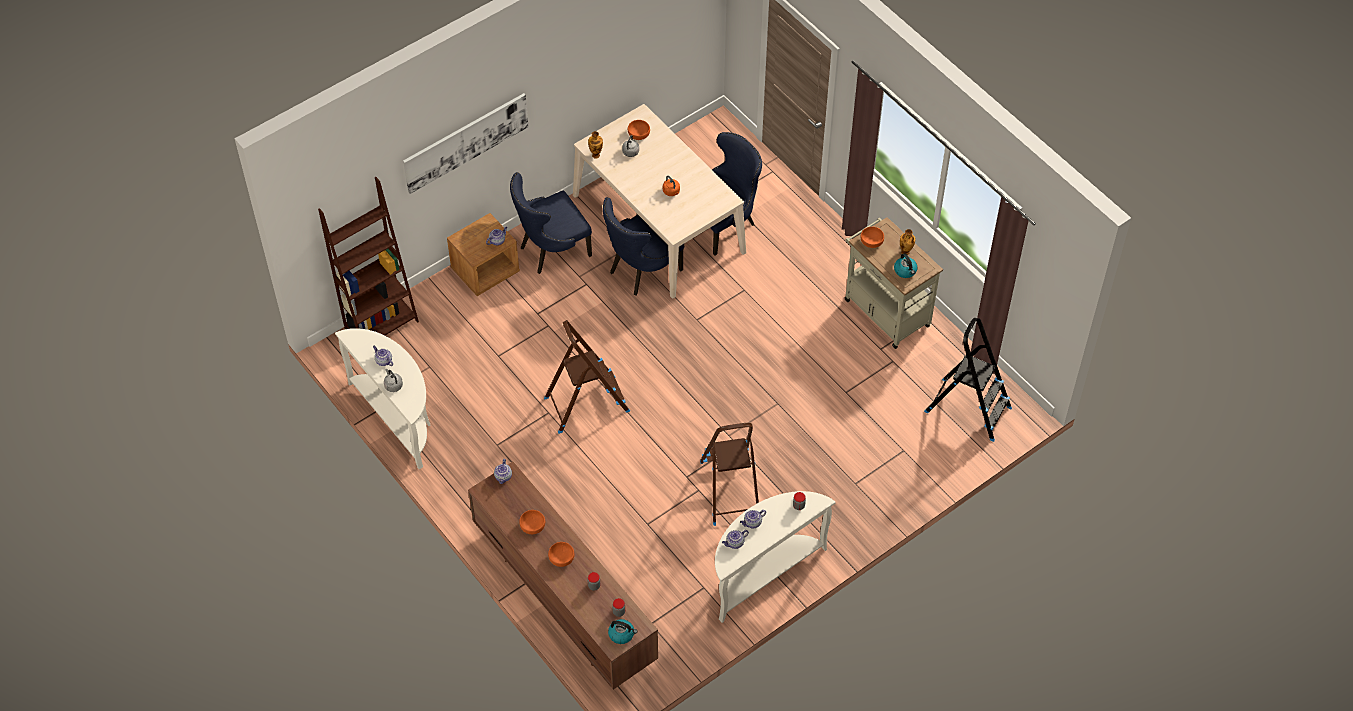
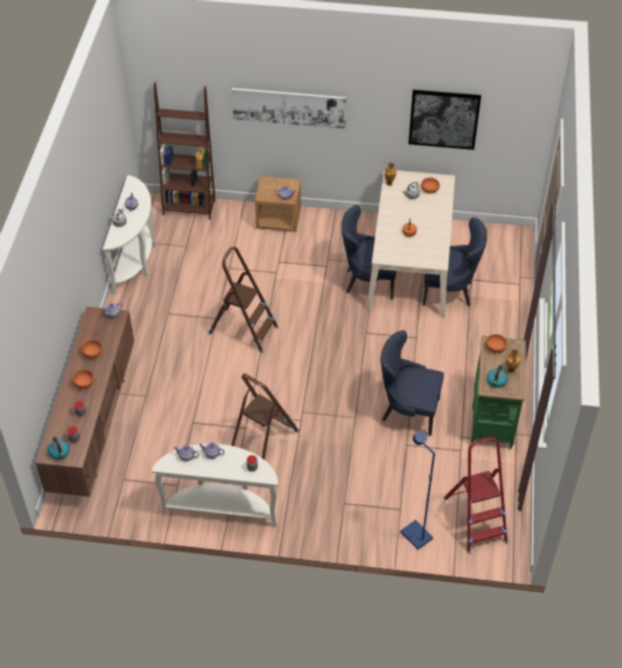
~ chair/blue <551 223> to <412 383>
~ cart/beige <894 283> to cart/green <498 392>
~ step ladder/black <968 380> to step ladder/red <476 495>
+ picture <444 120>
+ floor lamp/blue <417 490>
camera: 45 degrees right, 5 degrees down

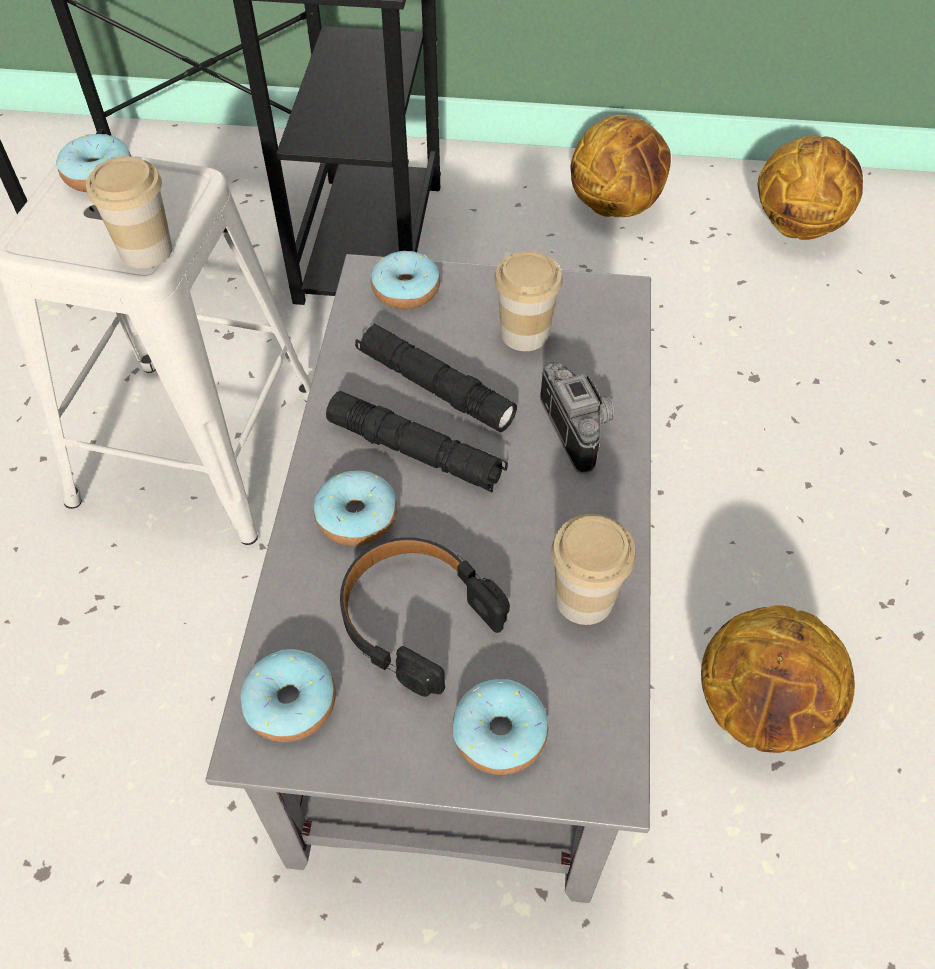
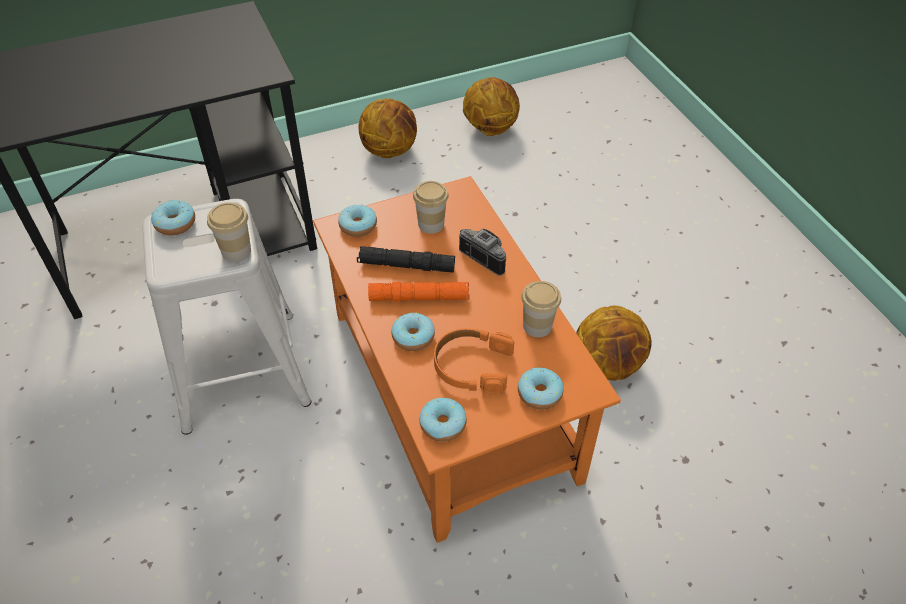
~ coffee table/grey <428 578> to coffee table/orange <467 359>
~ flashlight/black <417 442> to flashlight/orange <419 292>
~ headphones/black <425 617> to headphones/orange <474 361>
camera: 30 degrees left, 5 degrees down

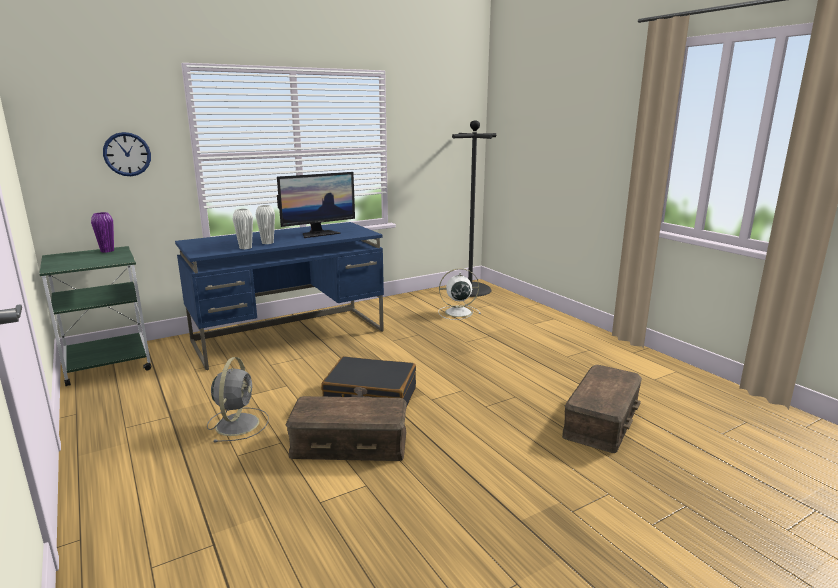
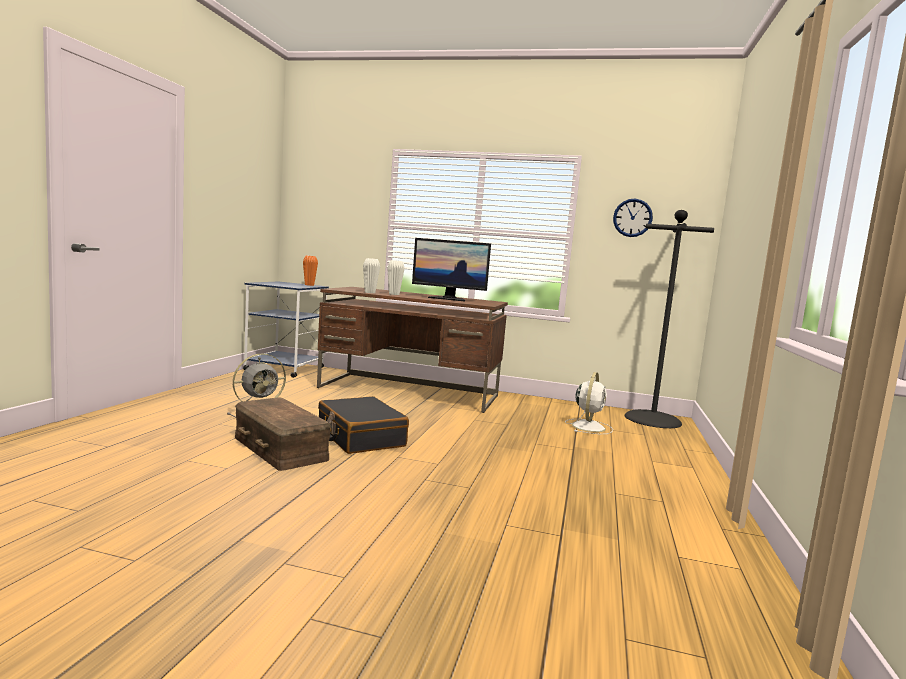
~ wall clock <127 154> to <633 218>
~ vase/purple <102 232> to vase/orange <310 271>
~ desk/blue <279 296> to desk/brown <412 350>
~ cart/green <95 316> to cart/blue <286 329>
~ fan/white <459 294> = <589 403> 75 degrees clockwise
- storage box/brown <602 409>
camera: 45 degrees right, 10 degrees down

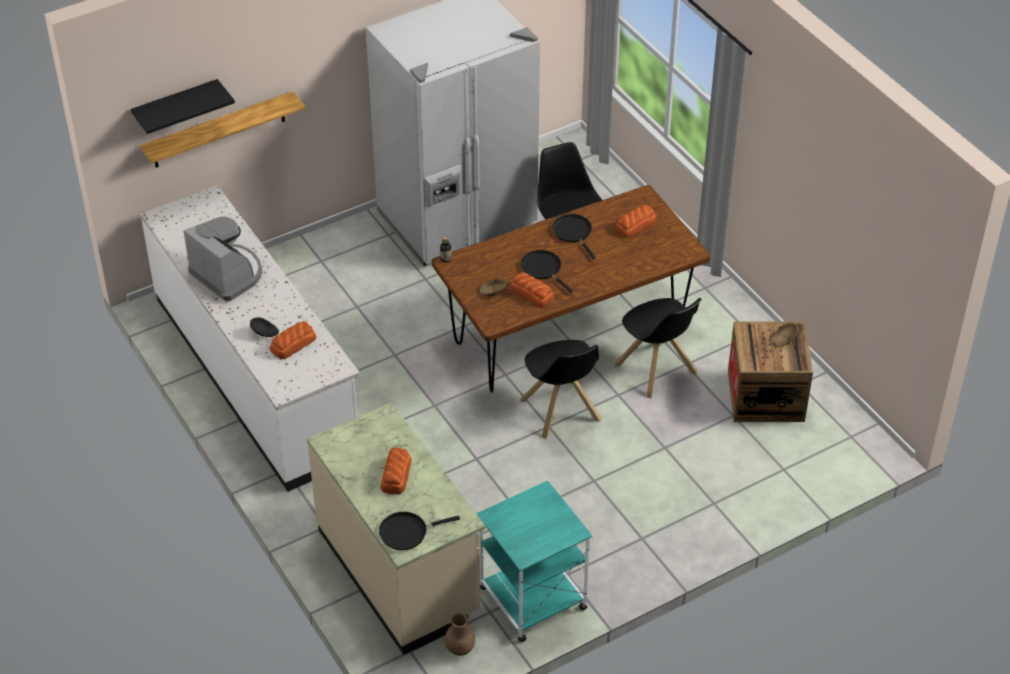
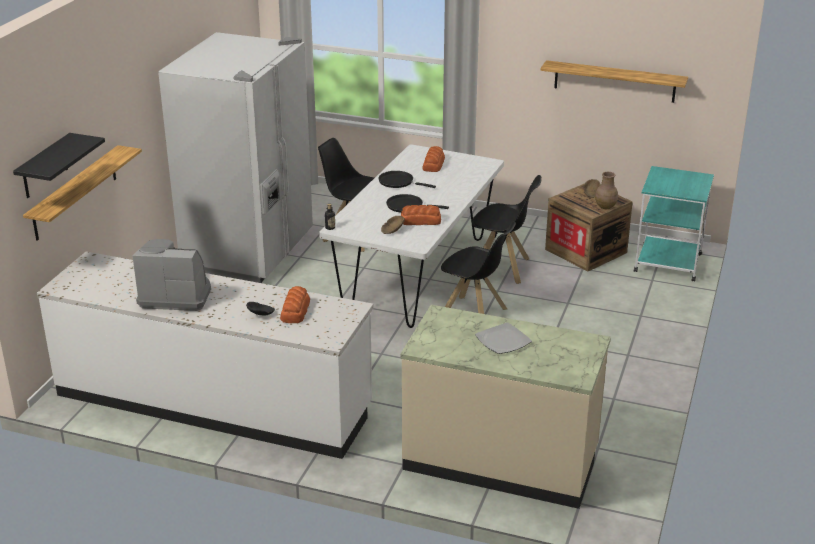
~ dining table/brown <571 289> to dining table/white <411 236>
~ bread <396 471> to plate <503 338>
~ cart/turquoise <534 561> to <674 224>
- frying pan/black <419 531>
~ vase/brown <460 634> to <606 190>
+ shelf <614 81>
camera: 40 degrees left, 15 degrees down

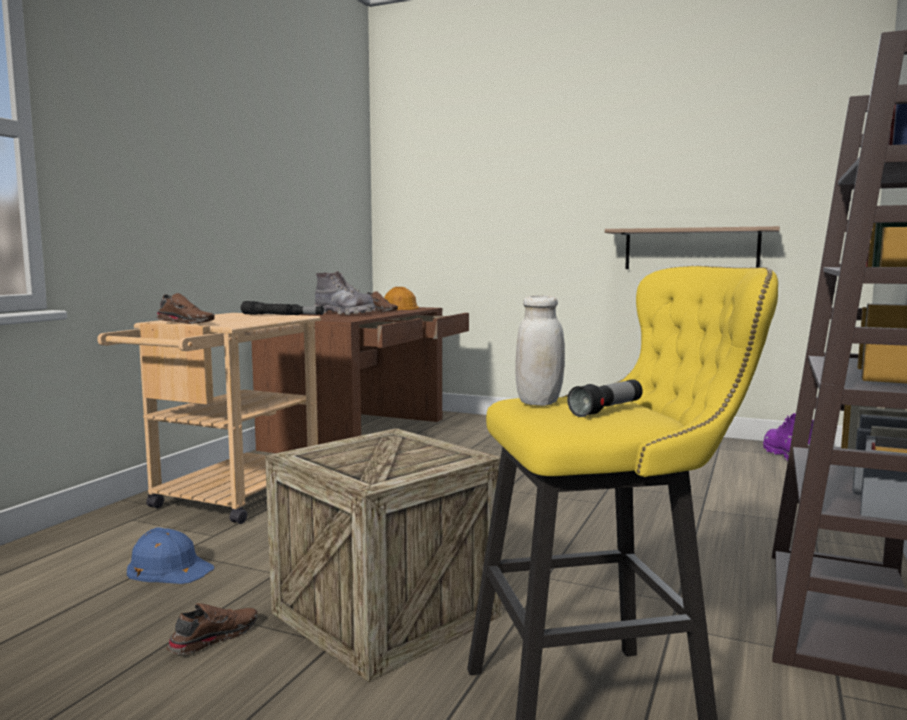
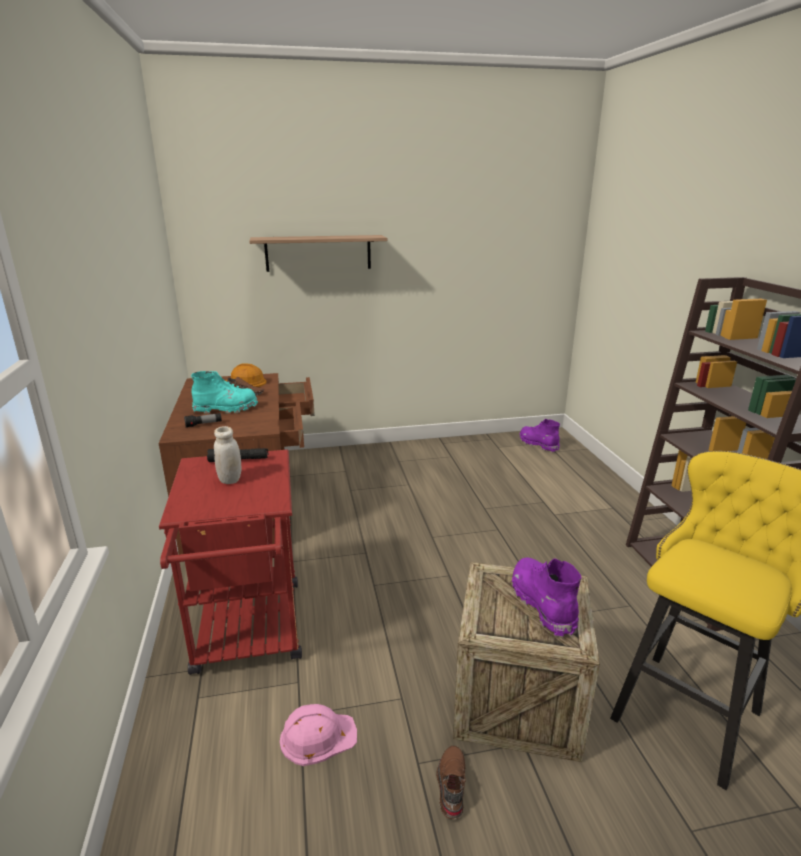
~ shelf <692 247> to <318 253>
~ boot/grey <344 293> to boot/turquoise <224 392>
- shoe/brown <186 308>
~ jar/white <540 350> to <228 455>
~ cart/beige <209 418> to cart/red <230 562>
- flashlight <605 398>
~ hard hat/blue <170 555> to hard hat/pink <318 735>
+ boot/purple <547 597>
camera: 35 degrees left, 15 degrees up

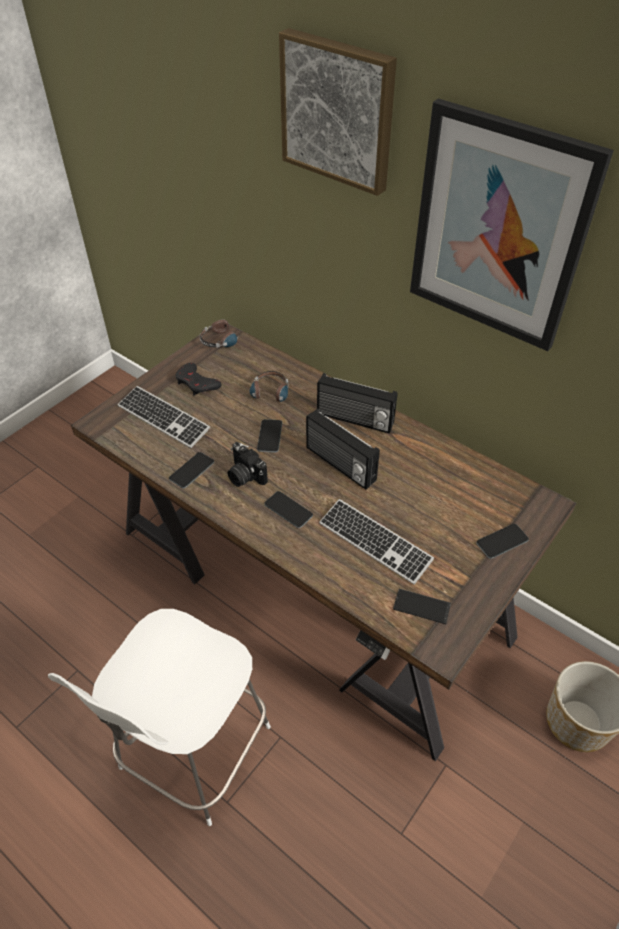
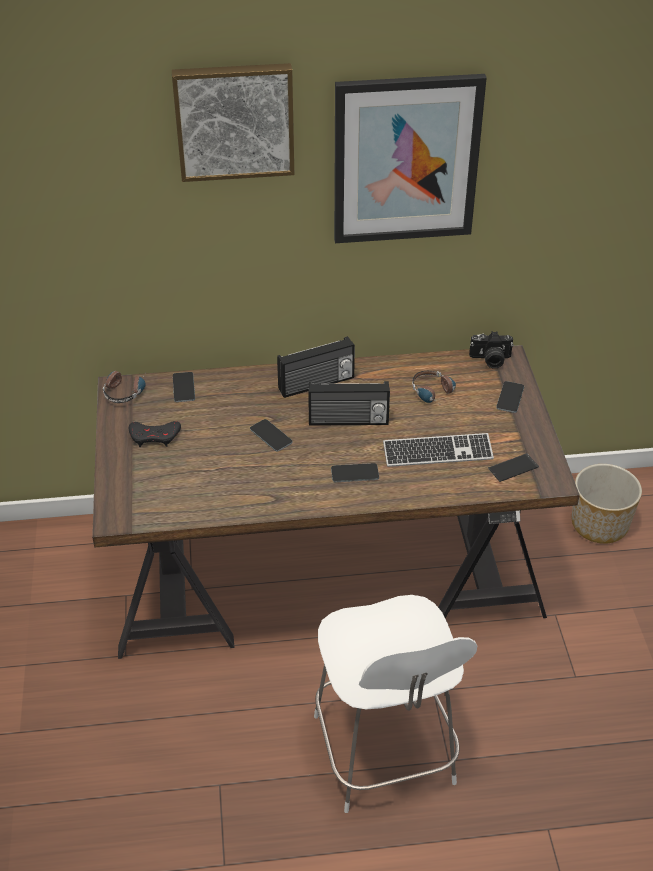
~ headphones <269 386> to <434 388>
- keyboard <164 417>
~ photo camera <248 464> to <491 350>
~ phone <191 470> to <184 387>
camera: 45 degrees left, 5 degrees down

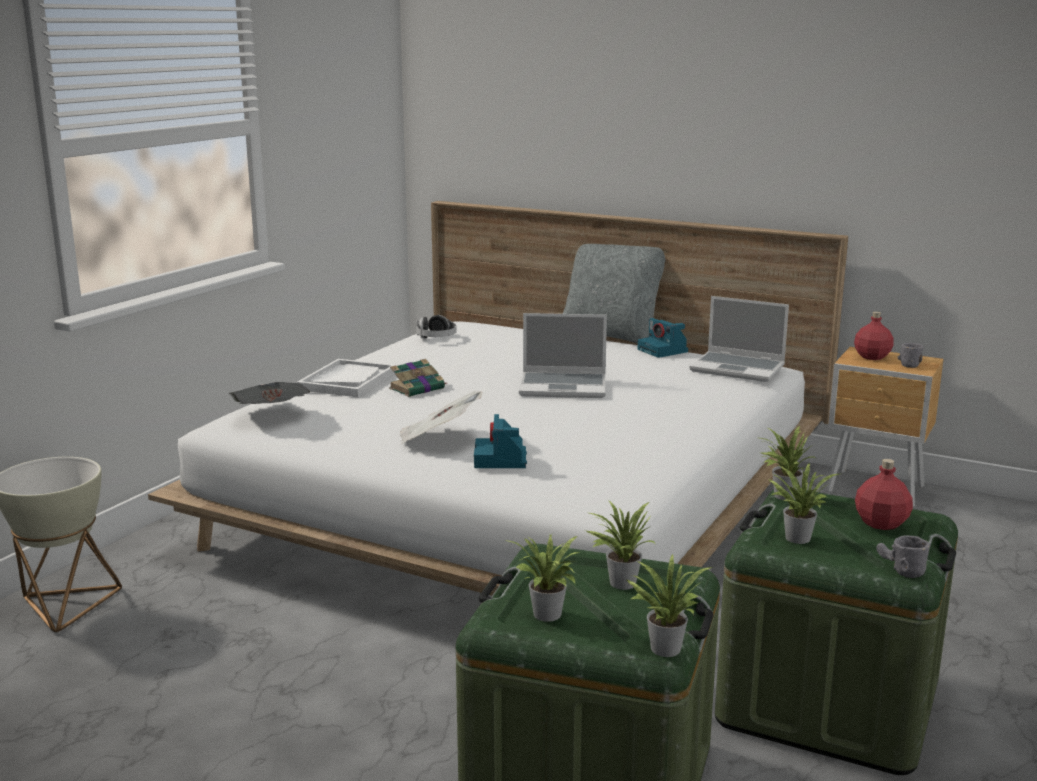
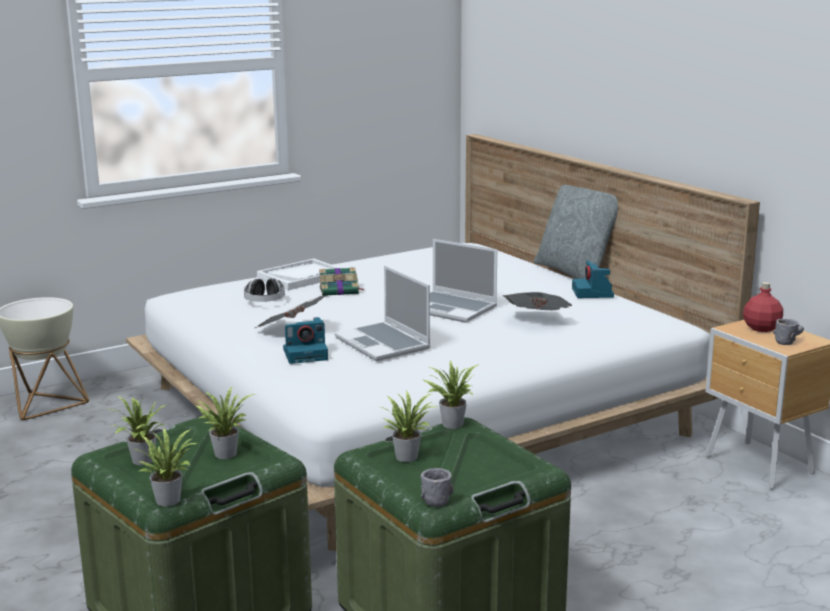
~ laptop <739 339> to <382 313>
~ headphones <436 326> to <264 290>
~ newspaper <269 393> to <537 301>
~ photo camera <500 441> = <305 340> 135 degrees counterclockwise
- bottle/red <884 494>
camera: 30 degrees right, 0 degrees up

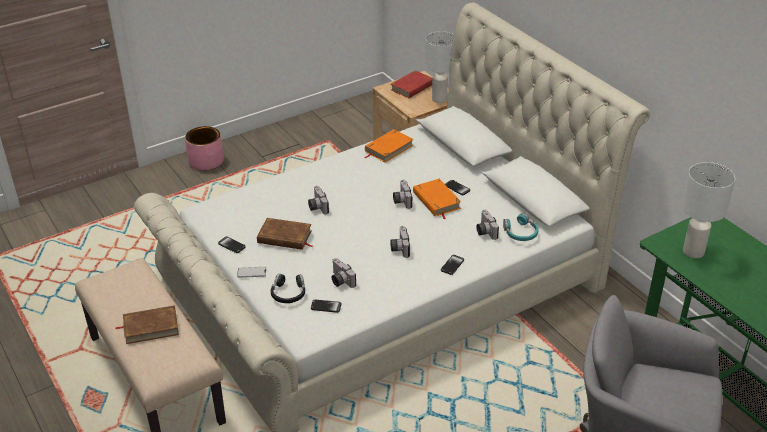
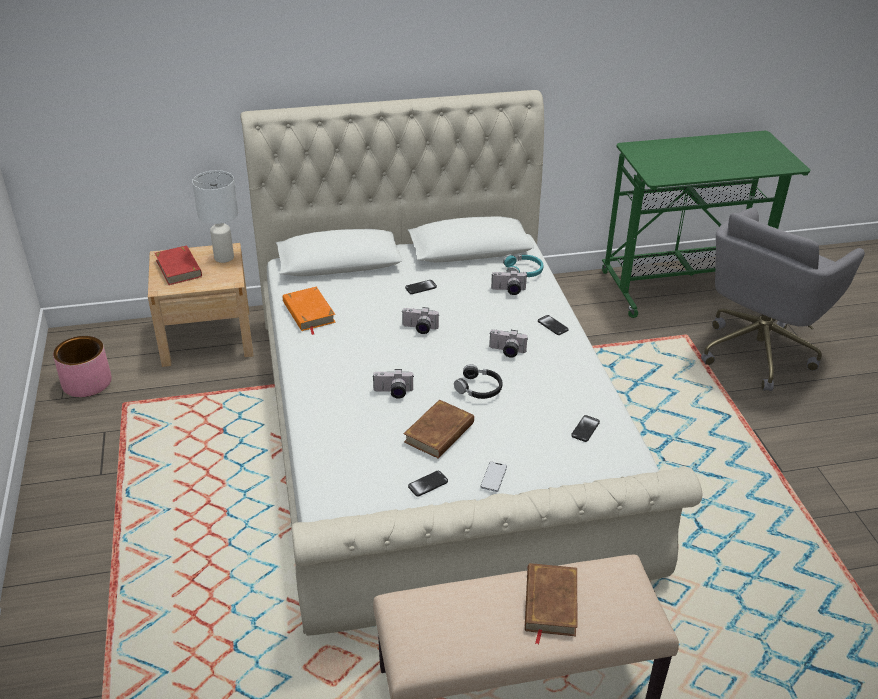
~ planter/pink <204 148> to <82 366>
- table lamp/white <708 210>
- book/orange <437 199>
- photo camera <344 273>
~ headphones/black <288 288> to <478 381>
camera: 70 degrees left, 0 degrees up

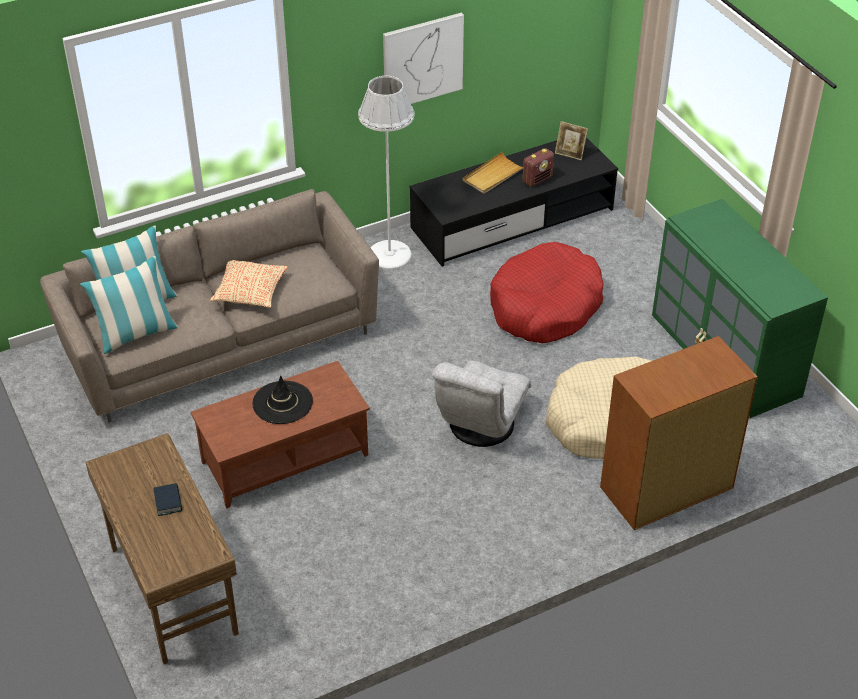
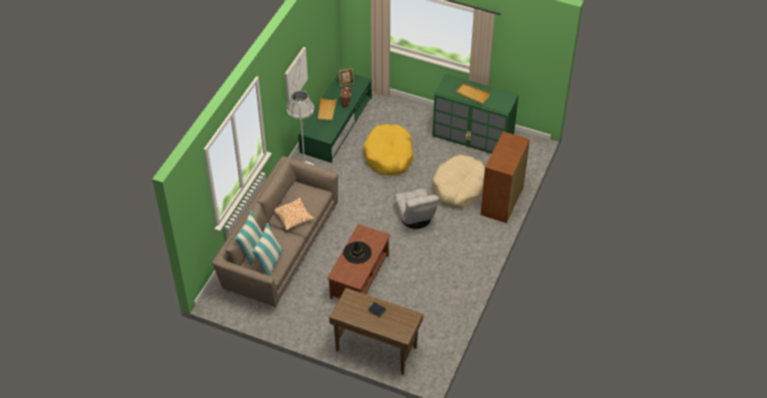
~ tv stand/black <514 202> to tv stand/green <335 118>
~ dog bed/red <547 292> to dog bed/yellow <388 149>
+ tray/beige <473 93>
camera: 40 degrees left, 5 degrees up

